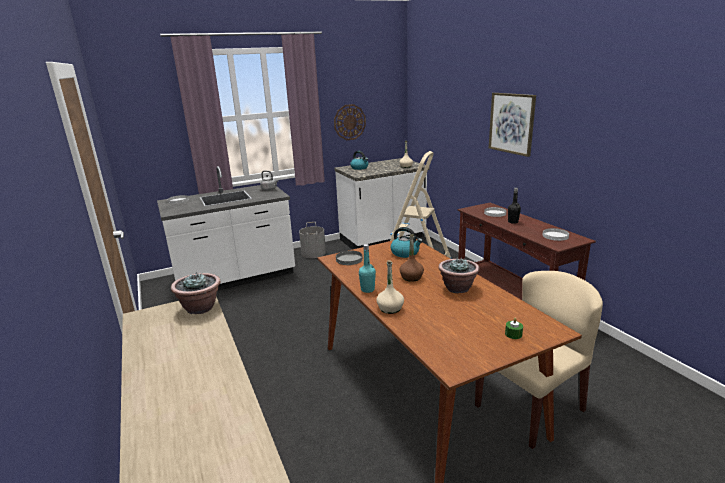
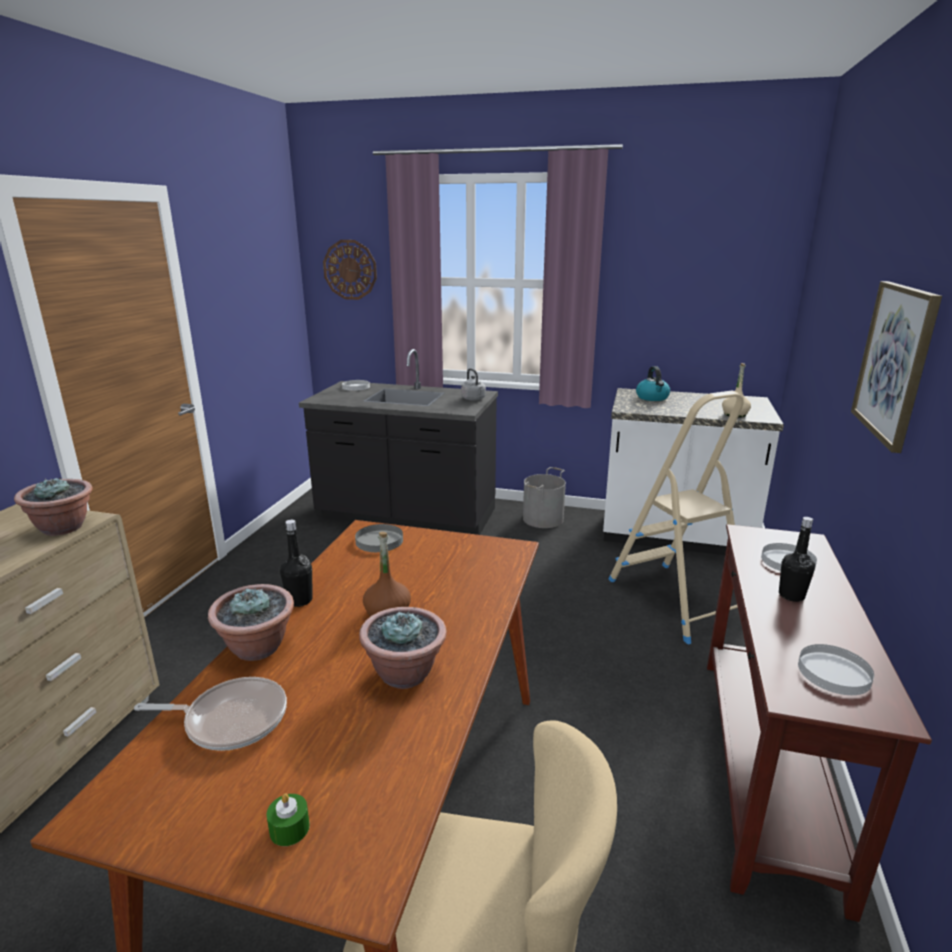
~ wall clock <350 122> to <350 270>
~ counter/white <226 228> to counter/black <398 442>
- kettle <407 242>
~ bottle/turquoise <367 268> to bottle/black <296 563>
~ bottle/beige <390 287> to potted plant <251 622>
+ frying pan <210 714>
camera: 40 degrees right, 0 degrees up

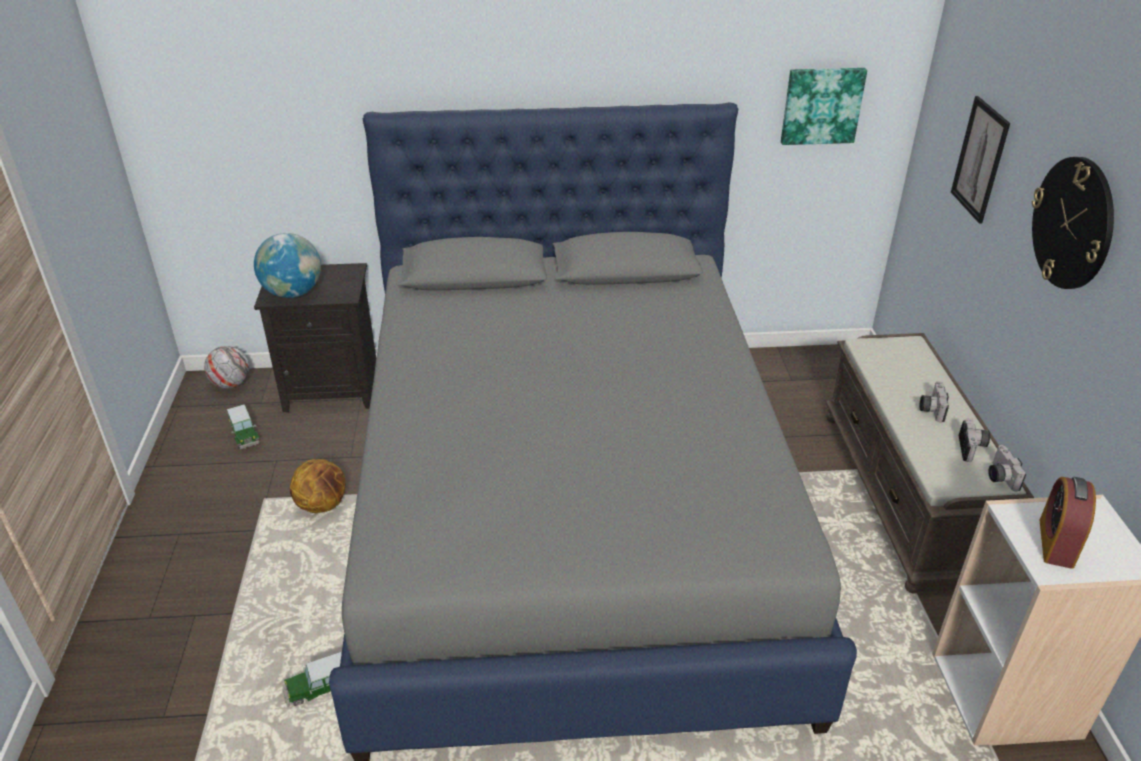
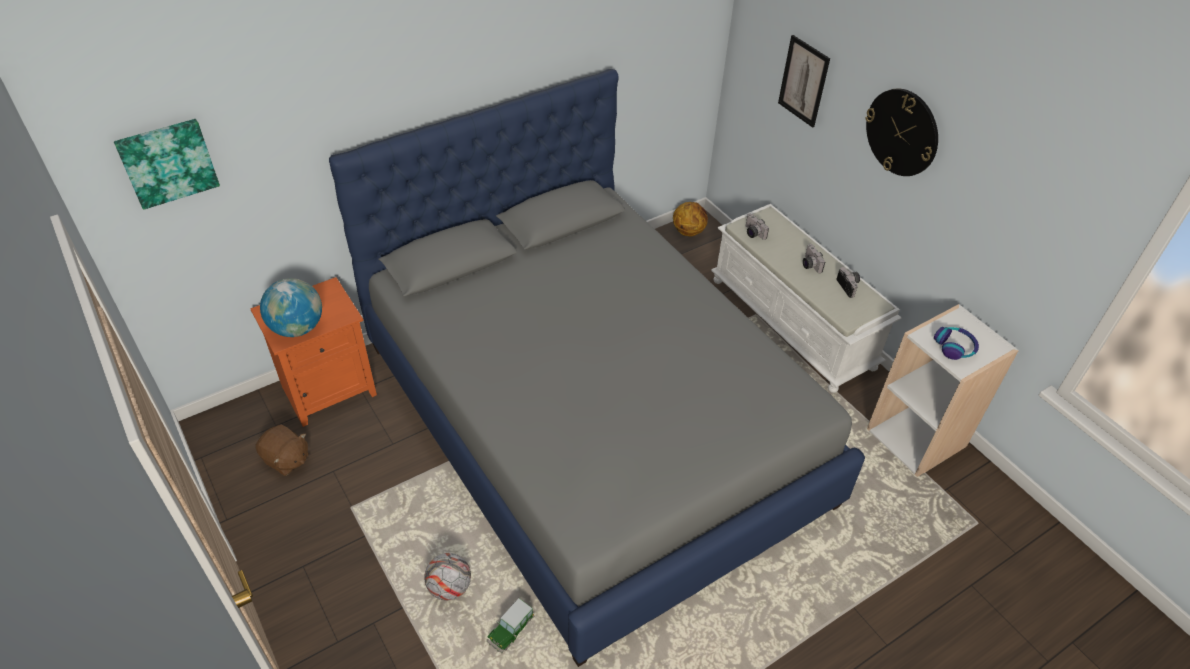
~ picture <824 106> to <167 164>
~ nightstand/black <315 337> to nightstand/orange <313 352>
~ bench/brown <929 463> to bench/white <806 298>
~ football <226 367> to <447 576>
~ toy car <243 426> to plush toy/brown <282 450>
~ photo camera <1007 468> to <757 226>
~ basketball <318 486> to <690 219>
~ alarm clock <1068 523> to headphones <956 343>
camera: 30 degrees left, 10 degrees up

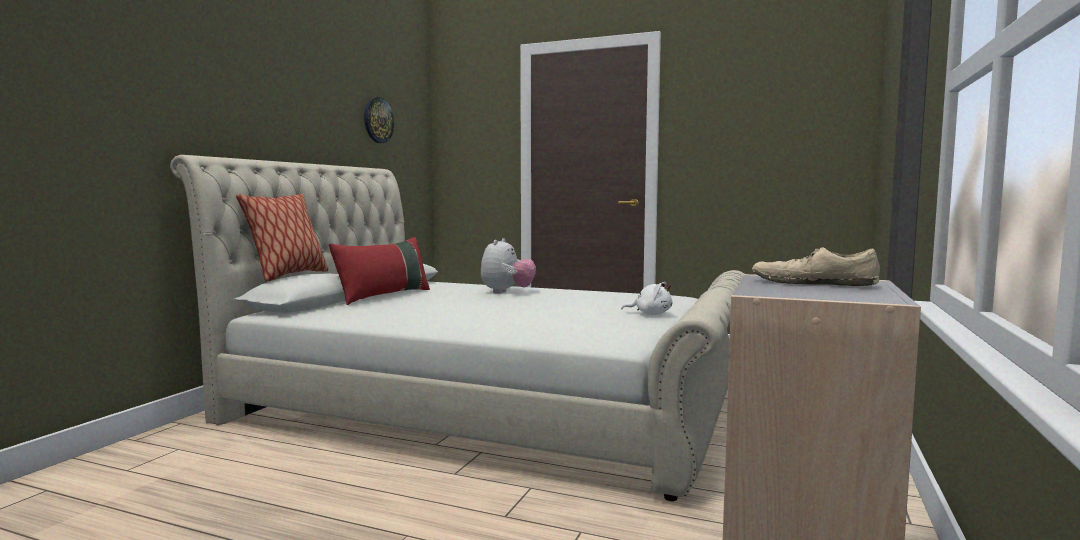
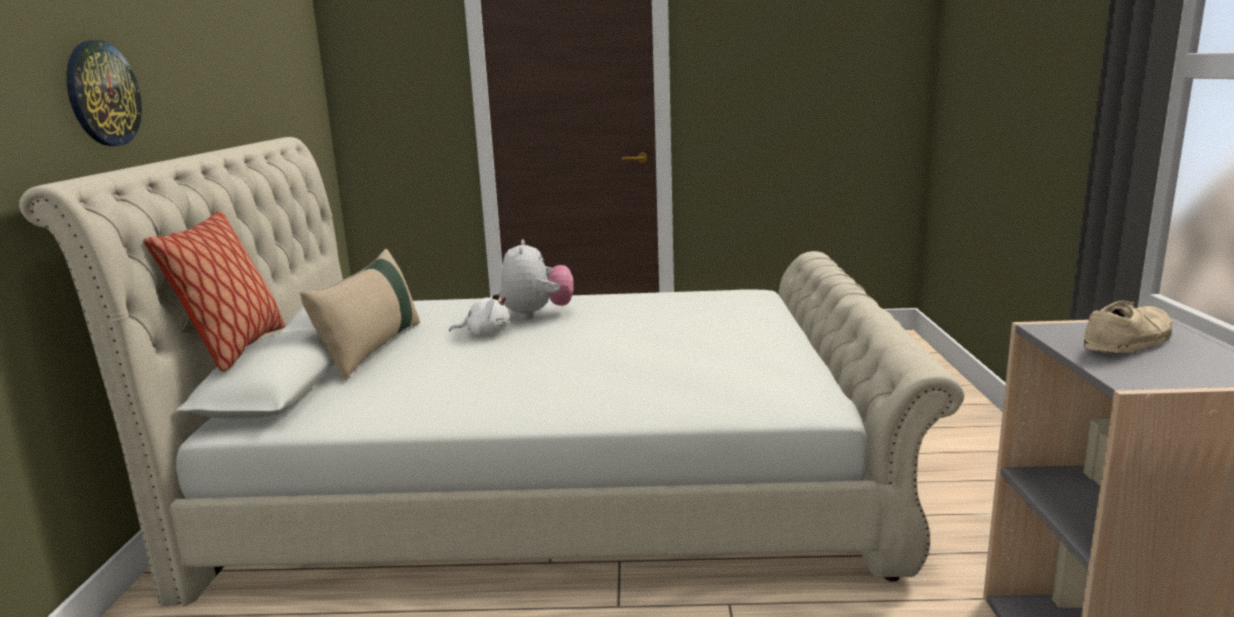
~ wall clock <379 120> to <104 93>
~ pillow/red <379 271> to pillow/beige <360 315>
~ shoe/beige <816 266> = <1128 327> 135 degrees clockwise
~ plush toy/white <646 298> to <479 313>
camera: 20 degrees left, 10 degrees up

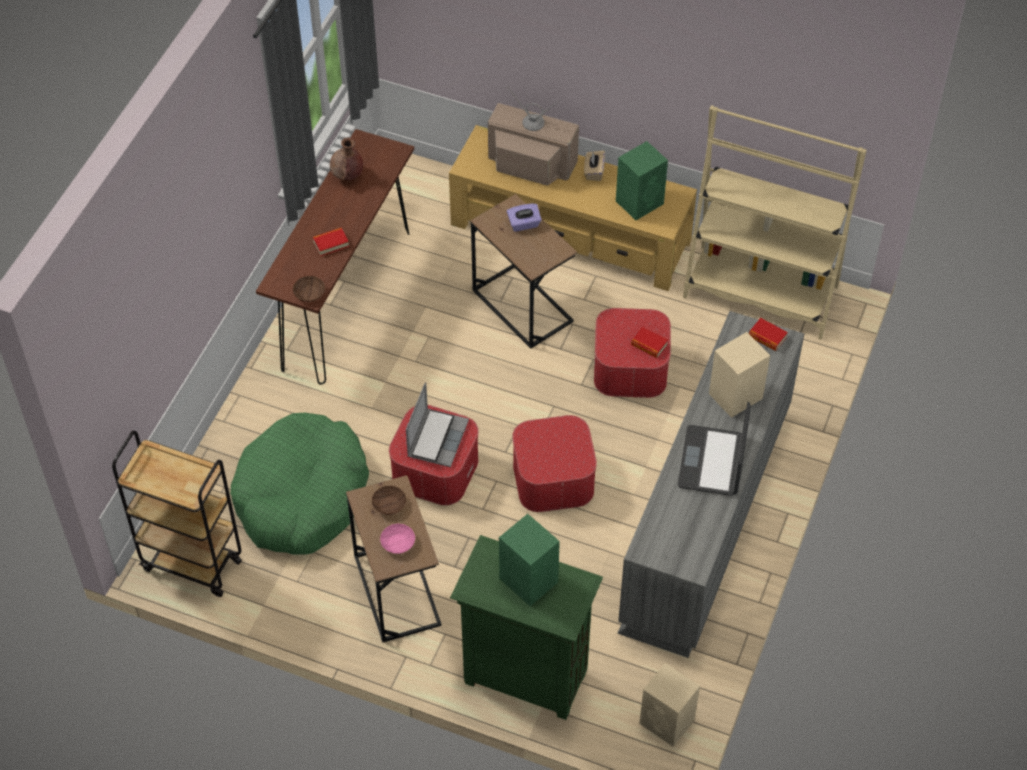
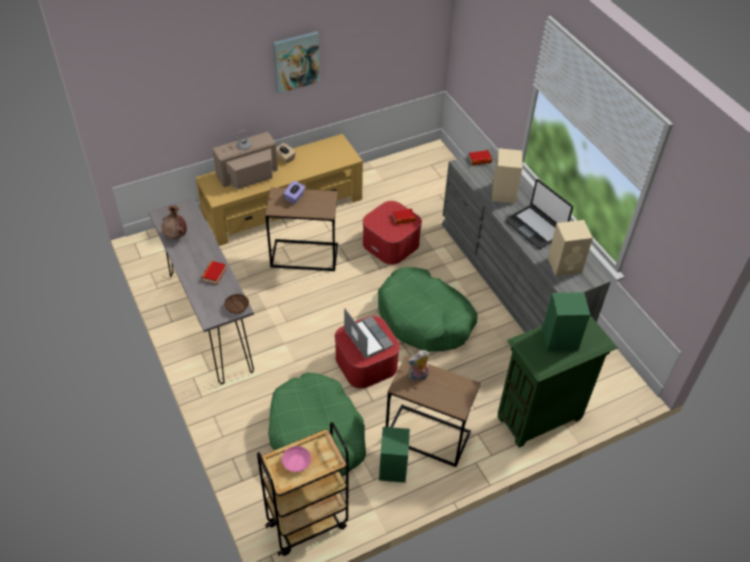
- bookcase/beige <775 222>
~ console table/brown <335 257> to console table/grey <201 291>
~ speaker/green <642 180> to <394 455>
~ ottoman <554 463> to dog bed/green <427 309>
~ bowl/brown <389 500> to plush toy <418 365>
~ bowl/pink <397 539> to <296 459>
~ speaker/beige <669 705> to <570 248>
+ picture <296 62>
camera: 50 degrees left, 5 degrees down

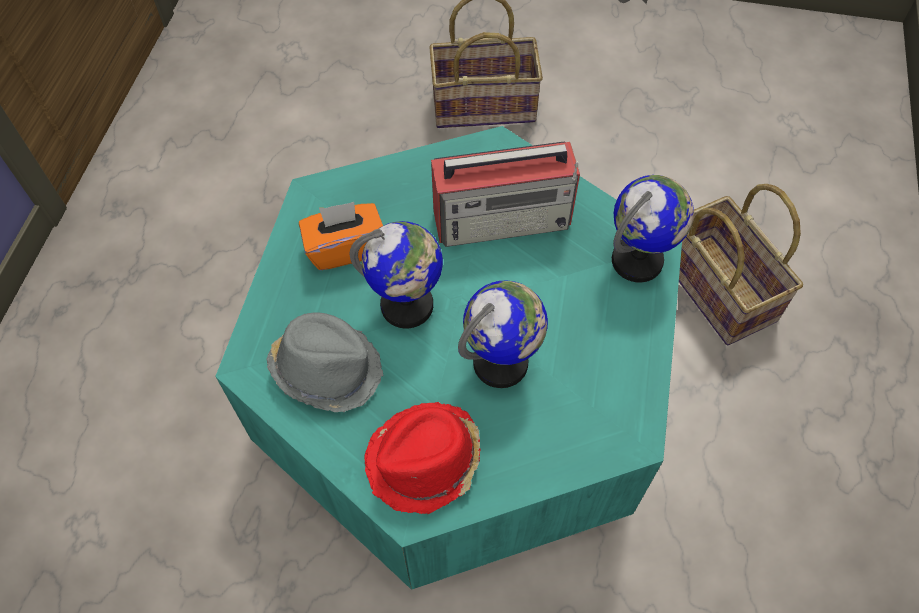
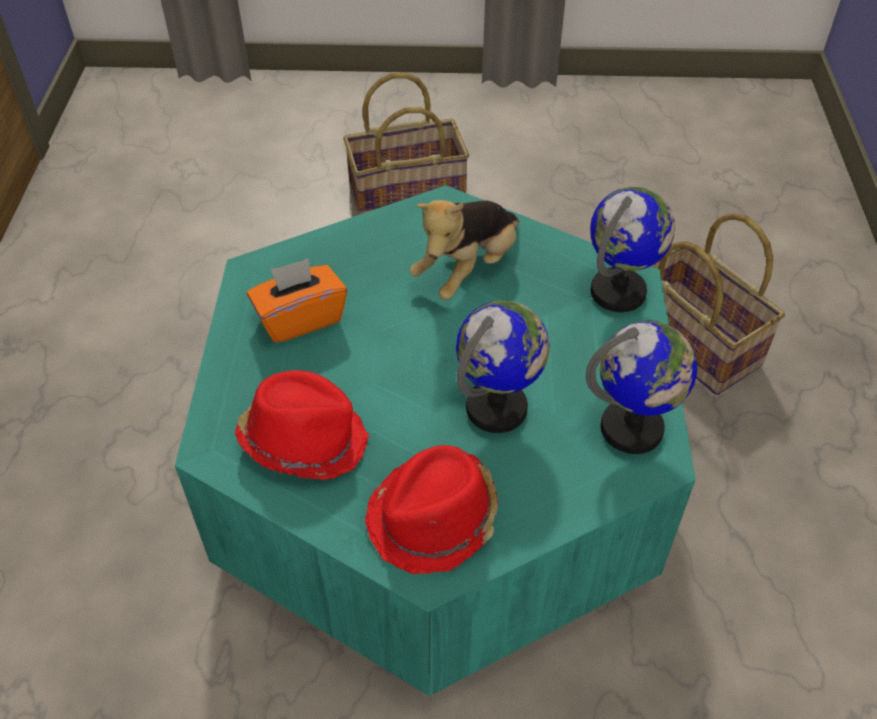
~ radio <505 194> to plush toy <464 250>
~ globe <396 274> to <641 387>
~ hat/grey <324 362> to hat/red <302 425>
camera: 10 degrees left, 10 degrees down

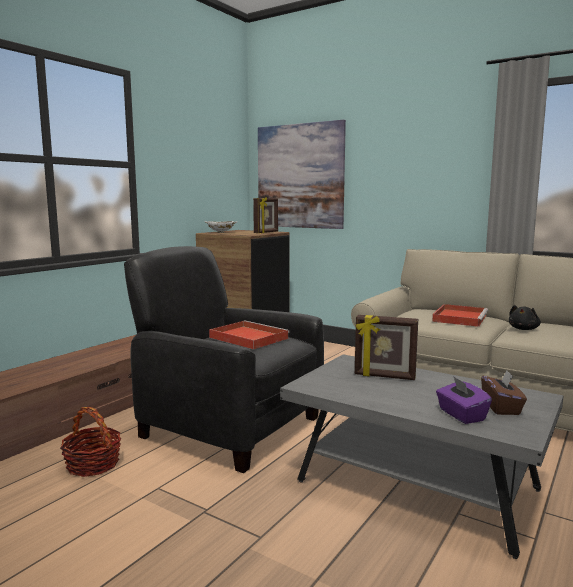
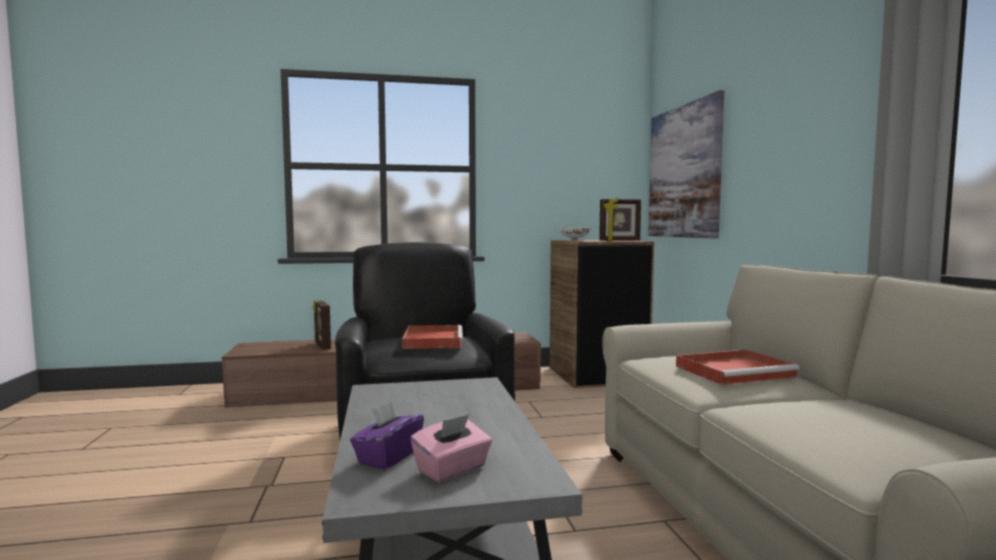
- plush toy/black <525 317>
~ picture frame <386 347> to <322 325>
~ tissue box/brown <504 392> to tissue box/pink <451 448>
- basket <90 442>
camera: 45 degrees right, 5 degrees down

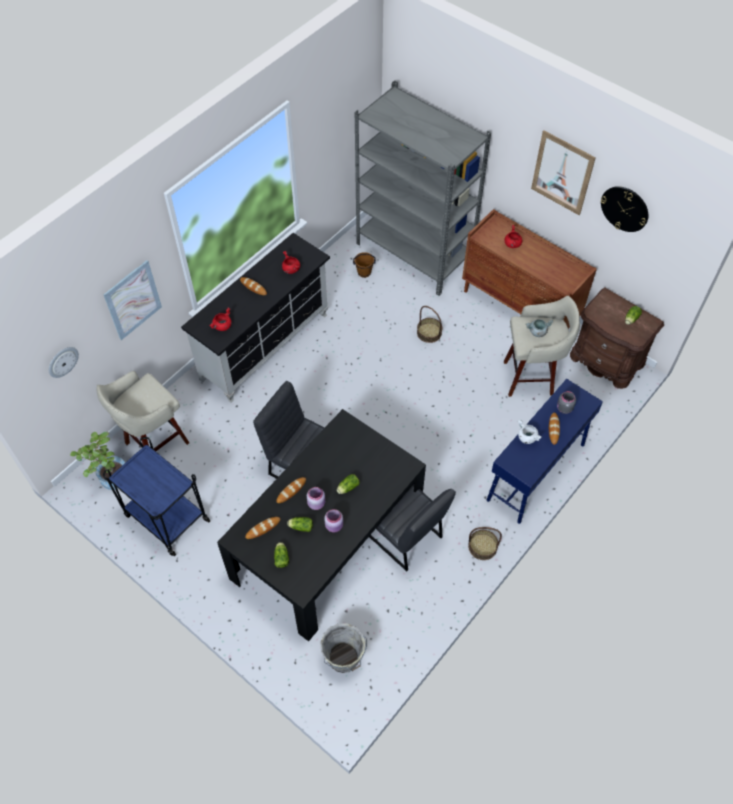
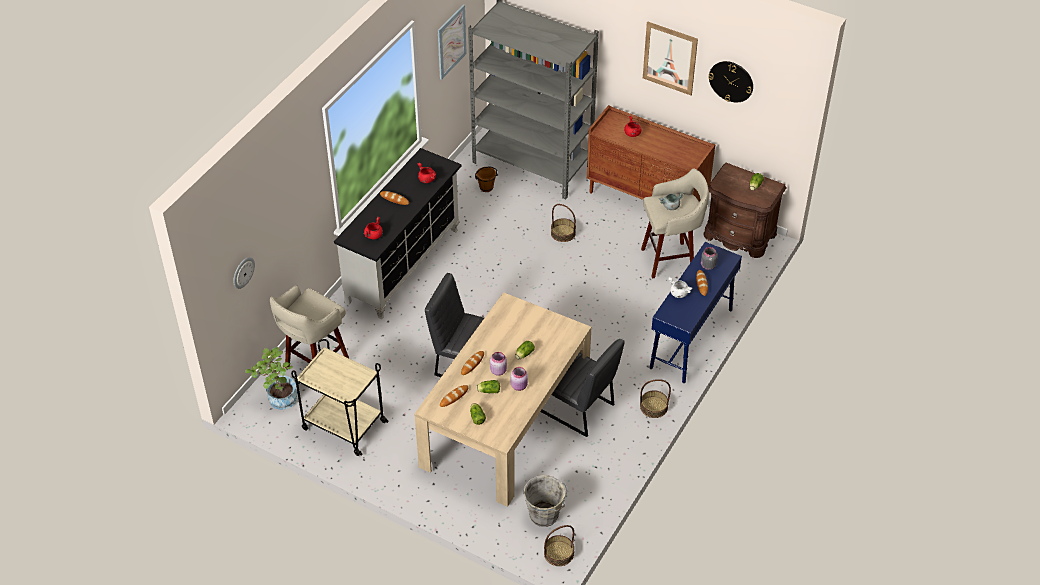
~ picture <132 300> to <452 42>
~ dining table/black <321 525> to dining table/beige <503 399>
~ cart/blue <156 497> to cart/beige <339 397>
+ basket <559 545>
camera: 10 degrees left, 10 degrees down

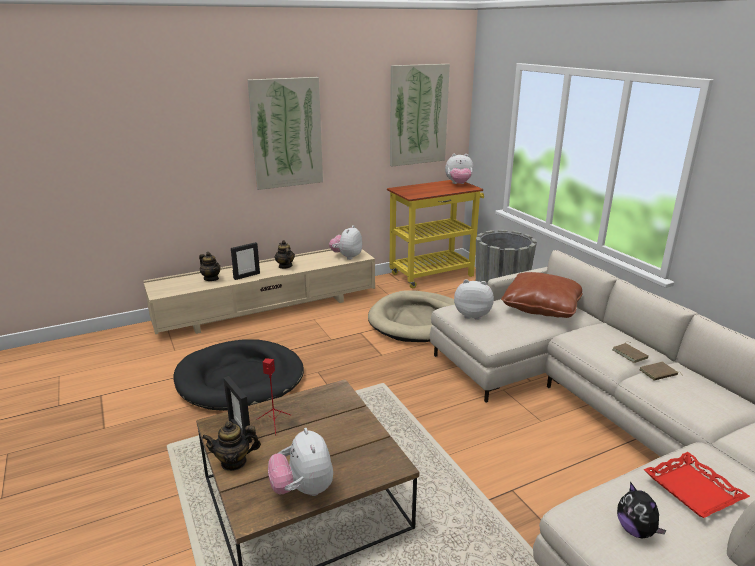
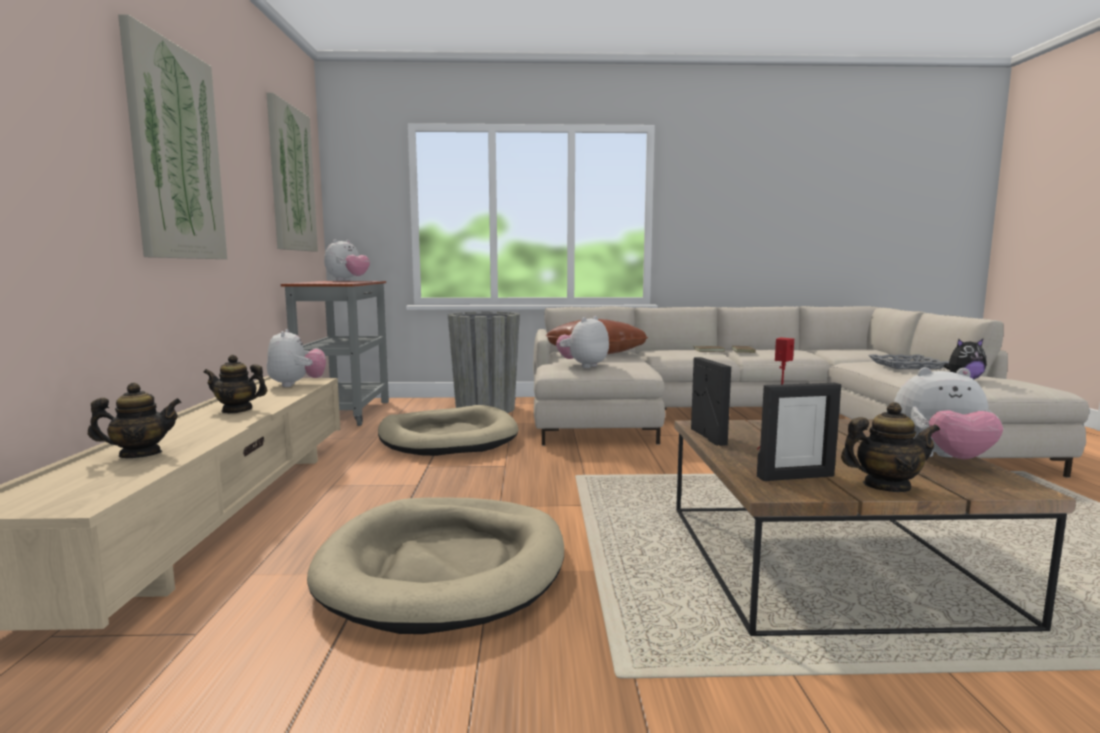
~ cart/yellow <435 234> to cart/grey <335 353>
~ plush toy <345 242> = <296 358> 150 degrees counterclockwise
~ picture frame <245 261> to <711 401>
~ dog bed/black <238 375> to dog bed/beige <435 565>
~ teapot <231 446> = <890 447> 105 degrees counterclockwise
~ tray/red <697 485> to tray/grey <908 361>
camera: 65 degrees left, 15 degrees down

